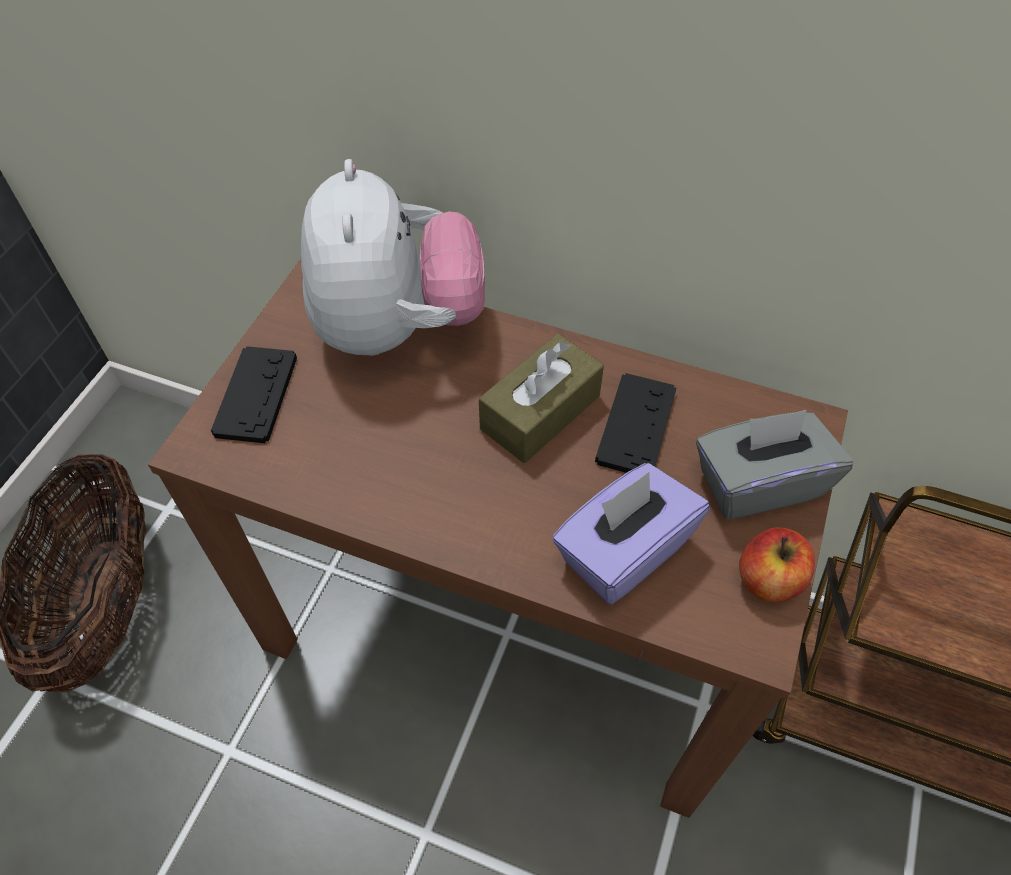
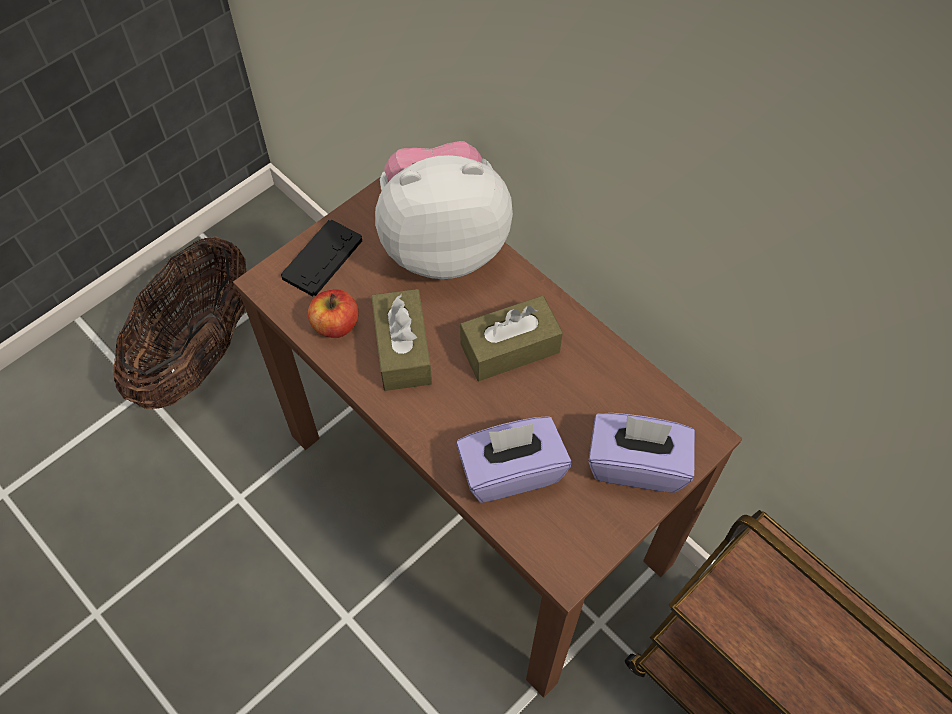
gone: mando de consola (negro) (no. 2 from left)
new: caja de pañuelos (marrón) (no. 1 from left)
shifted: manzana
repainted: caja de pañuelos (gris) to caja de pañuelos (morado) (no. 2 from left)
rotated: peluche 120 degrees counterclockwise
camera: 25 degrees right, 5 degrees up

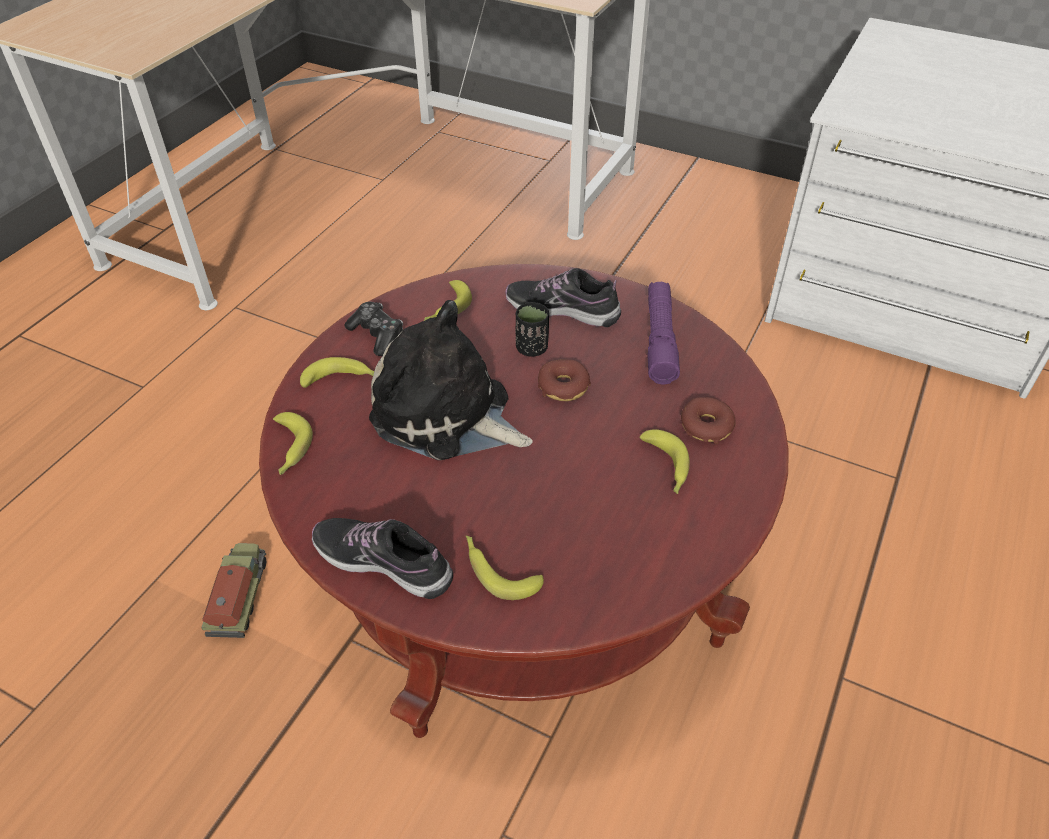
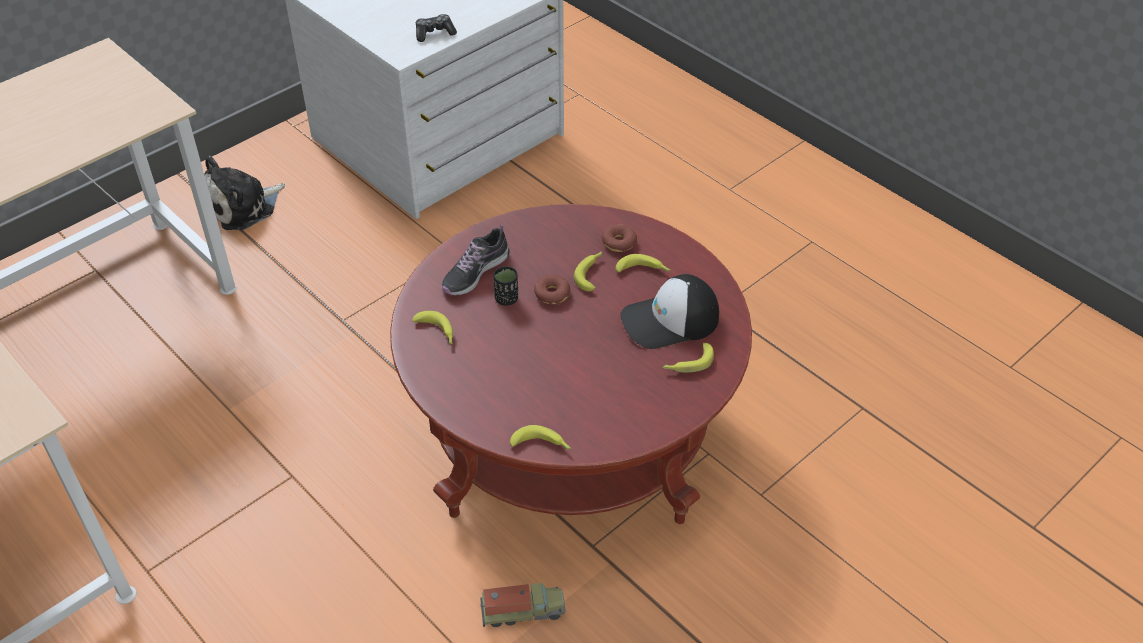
gone: zapato (no. 1 from left); linterna (morado)
new: gorra
shifted: plátano (no. 2 from left in the first image) to plátano (no. 3 from left); mando de consola; peluche
rotated: camión de juguete 150 degrees clockwise
camera: 70 degrees left, 0 degrees up

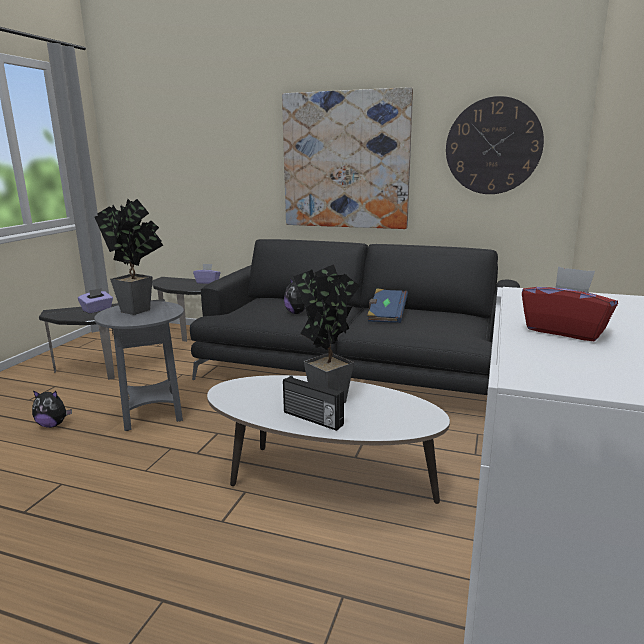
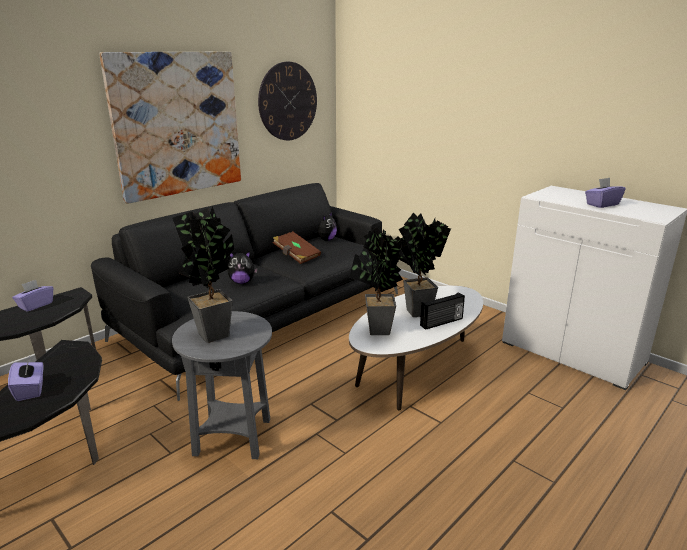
new: planta en maceta (no. 2 from left)
shifted: peluche (no. 1 from left in the first image) to peluche (no. 2 from left)
repainted: libro (azul) to libro (marrón); caja de pañuelos (rojo) to caja de pañuelos (morado) (no. 3 from left)
camera: 65 degrees left, 5 degrees up

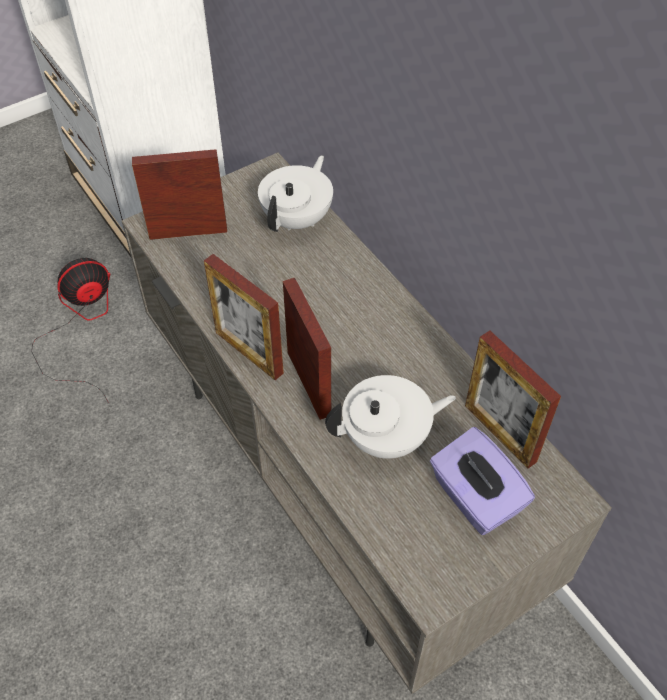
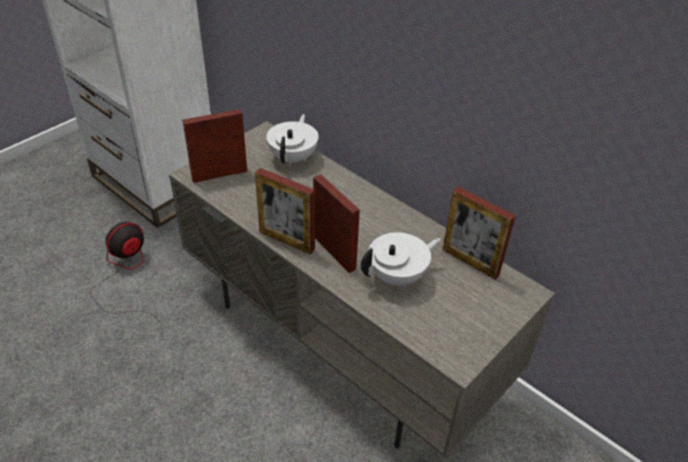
gone: caja de pañuelos (morado)
camera: 15 degrees left, 10 degrees down

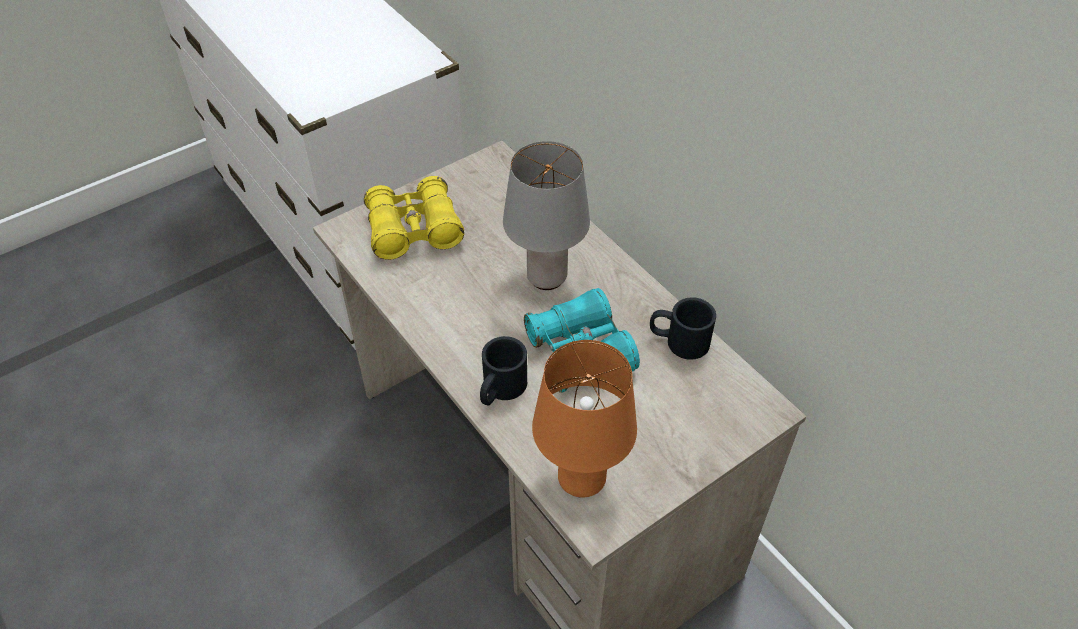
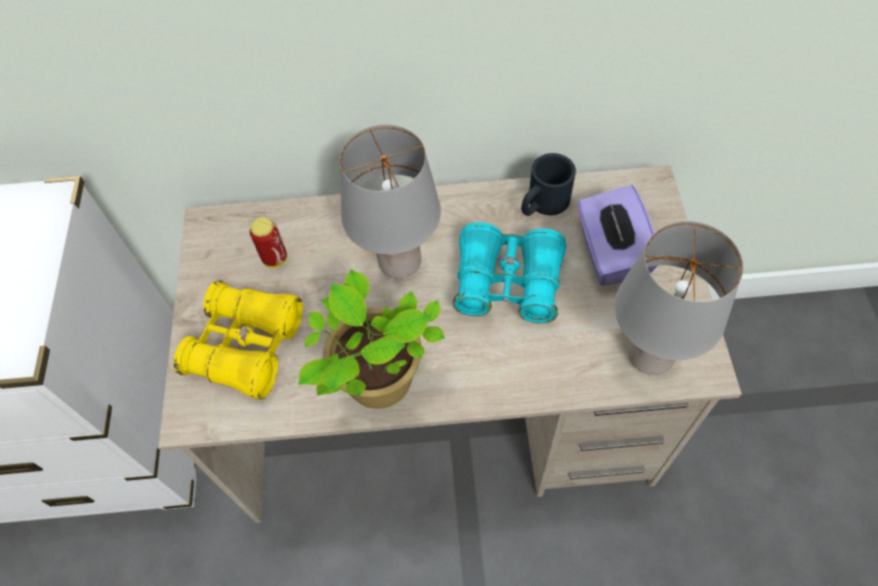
gone: taza grande (negro) (no. 1 from left)
new: lata; planta en maceta; caja de pañuelos (morado)
repainted: lámpara de mesa (naranja) to lámpara de mesa (gris) (no. 2 from left)
camera: 55 degrees left, 10 degrees up

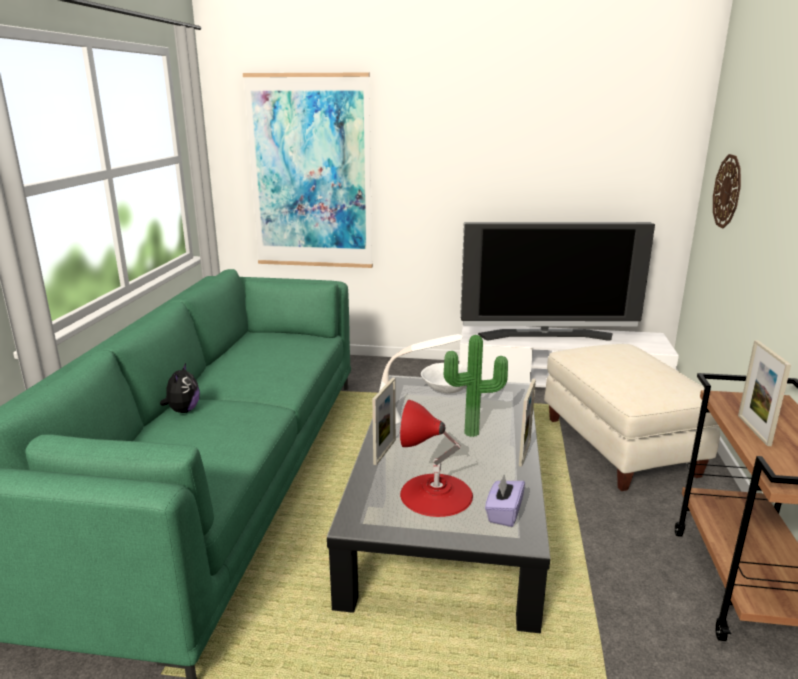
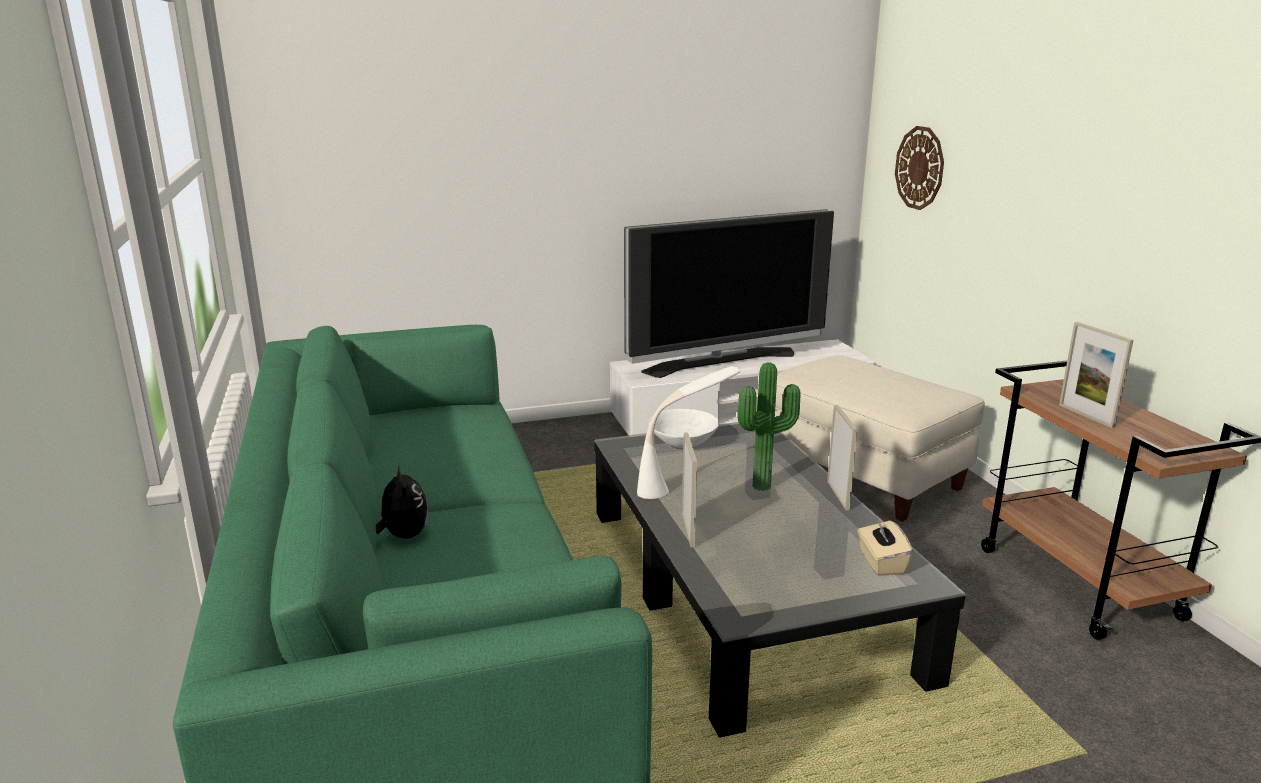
gone: cuadro; lámpara de mesa (rojo)
repainted: caja de pañuelos (morado) to caja de pañuelos (beis)
camera: 25 degrees left, 0 degrees up

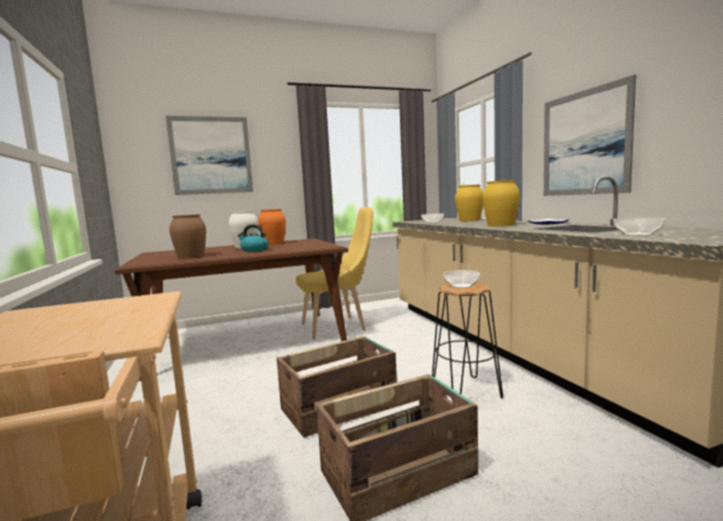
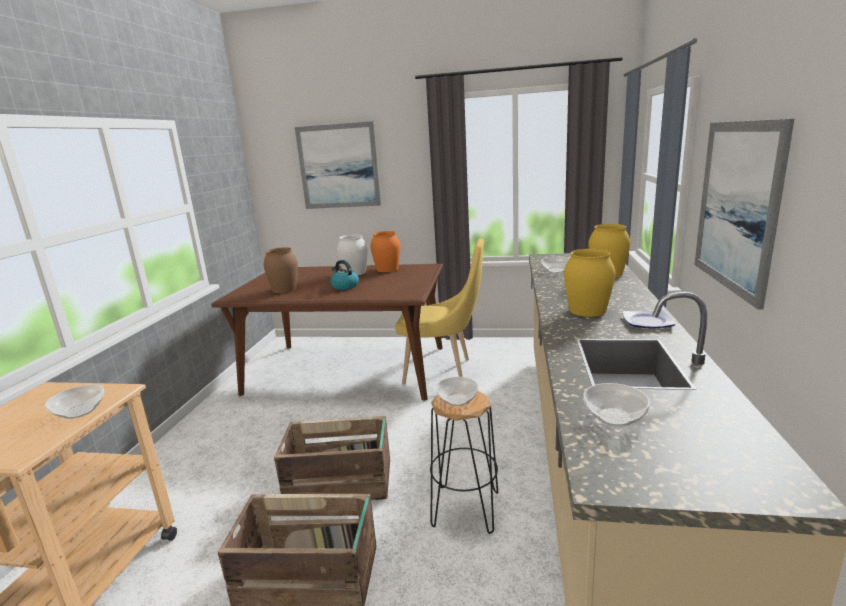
new: cuenco (no. 1 from left)
camera: 30 degrees right, 10 degrees up

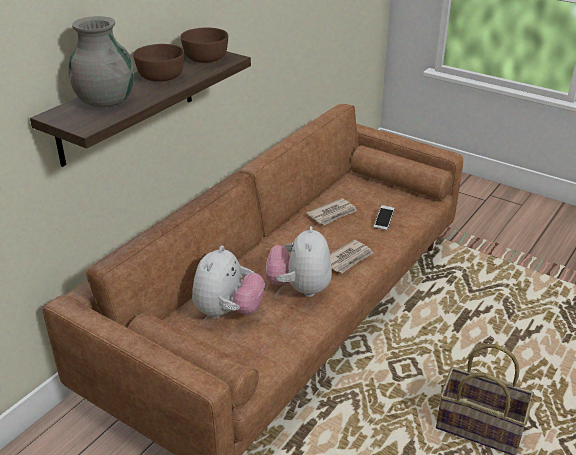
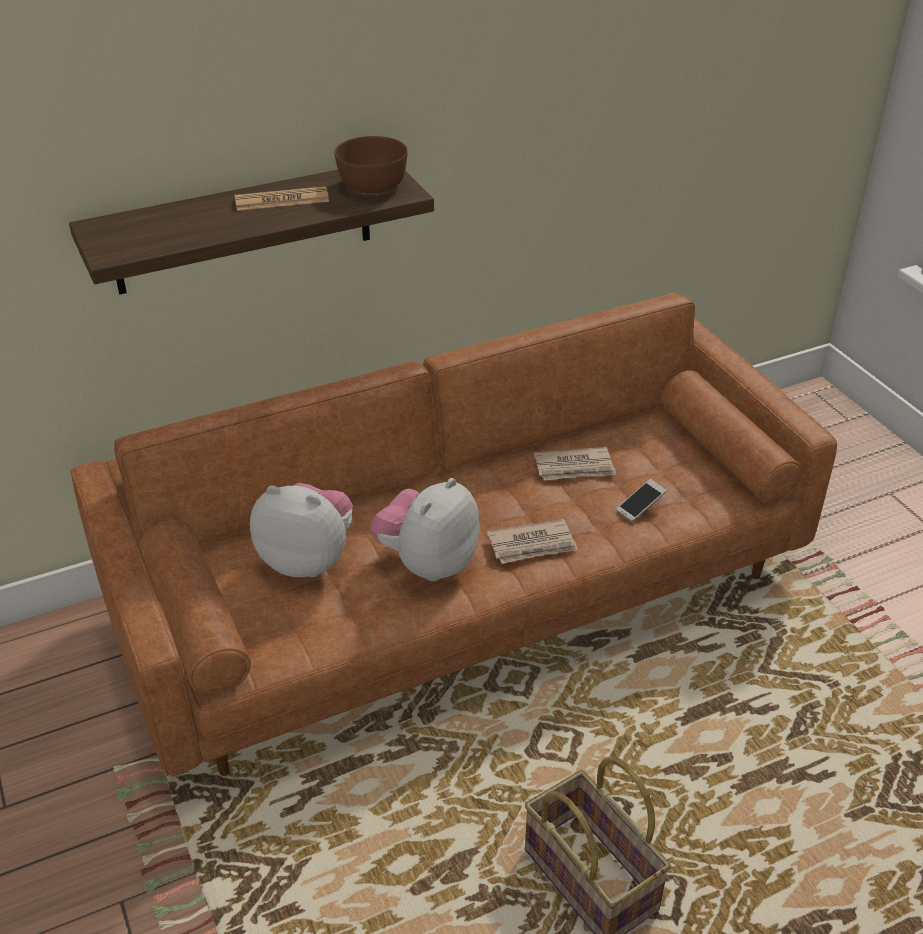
gone: florero (gris)
swapped: cuenco (marrón) (no. 1 from left) to periódico (no. 1 from left)
rotated: peluche (no. 1 from left) 120 degrees counterclockwise
camera: 30 degrees right, 5 degrees up

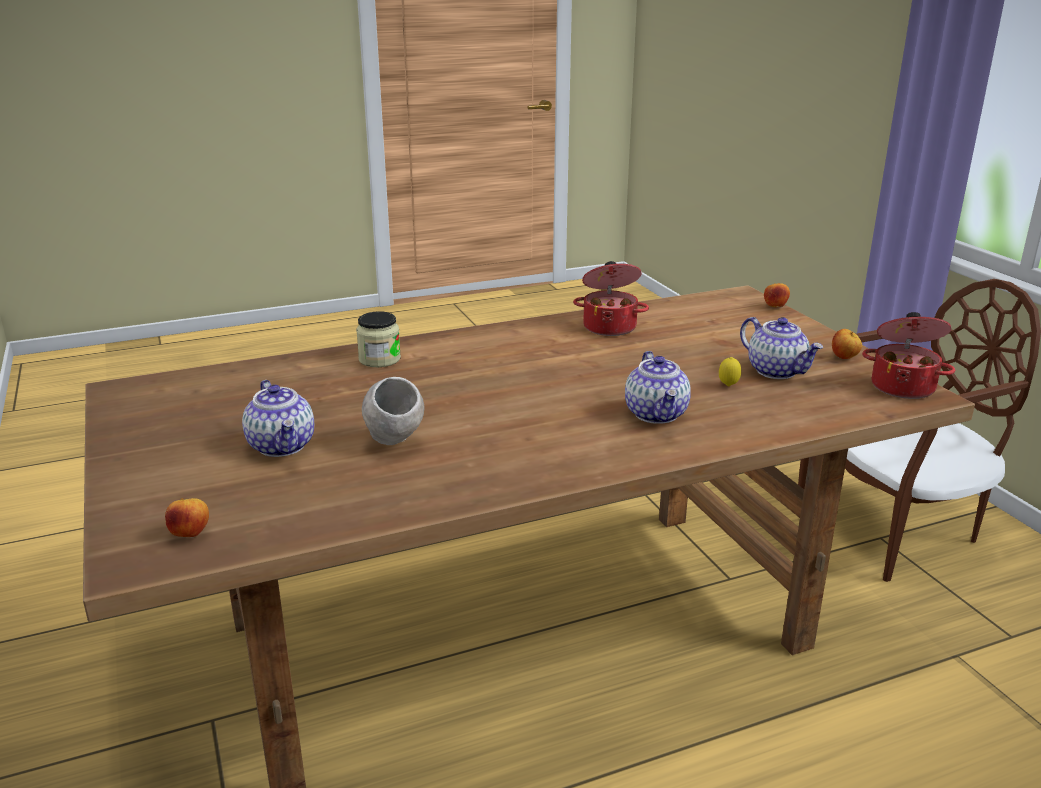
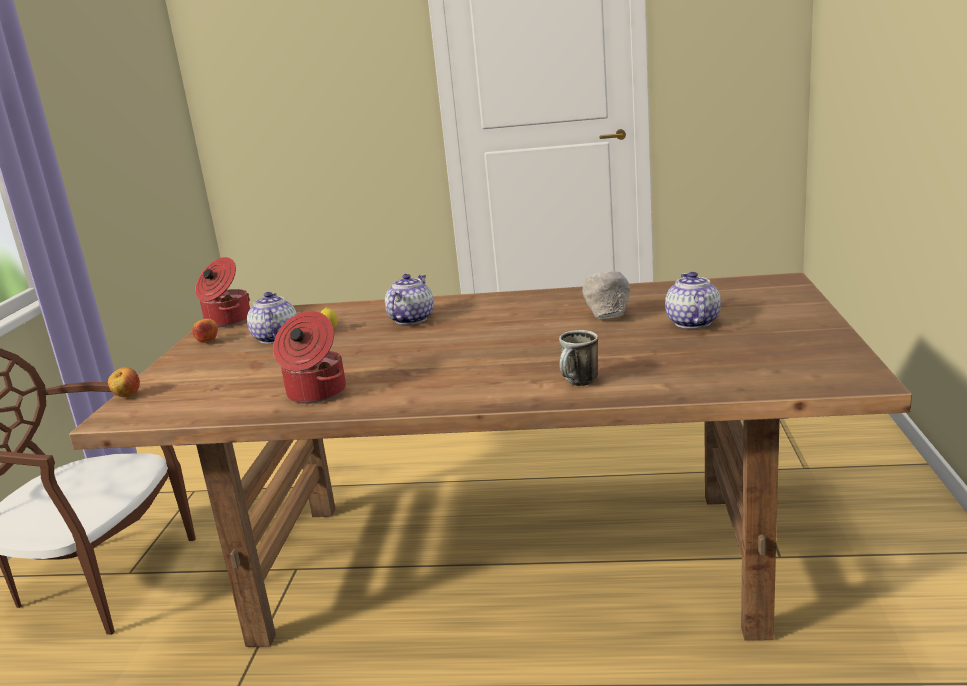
gone: manzana (no. 1 from left)
swapped: tarro to taza grande
camera: 150 degrees left, 5 degrees down

